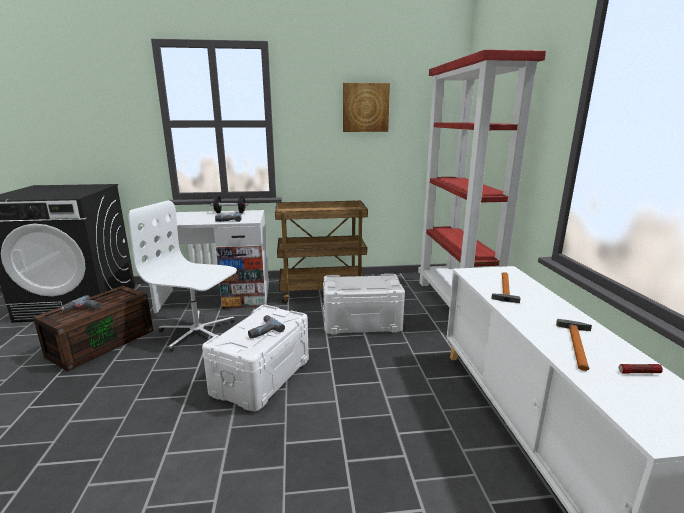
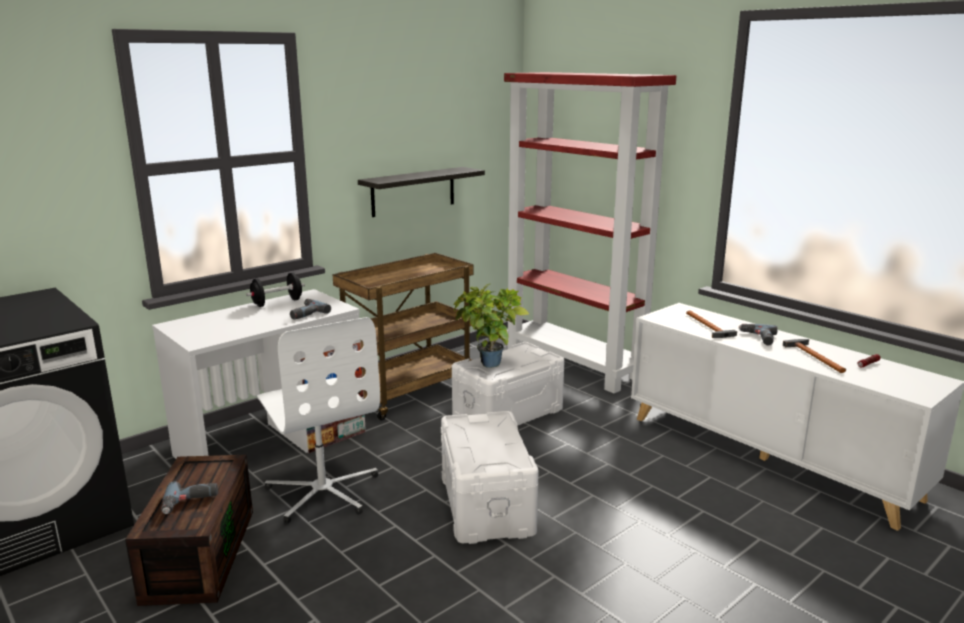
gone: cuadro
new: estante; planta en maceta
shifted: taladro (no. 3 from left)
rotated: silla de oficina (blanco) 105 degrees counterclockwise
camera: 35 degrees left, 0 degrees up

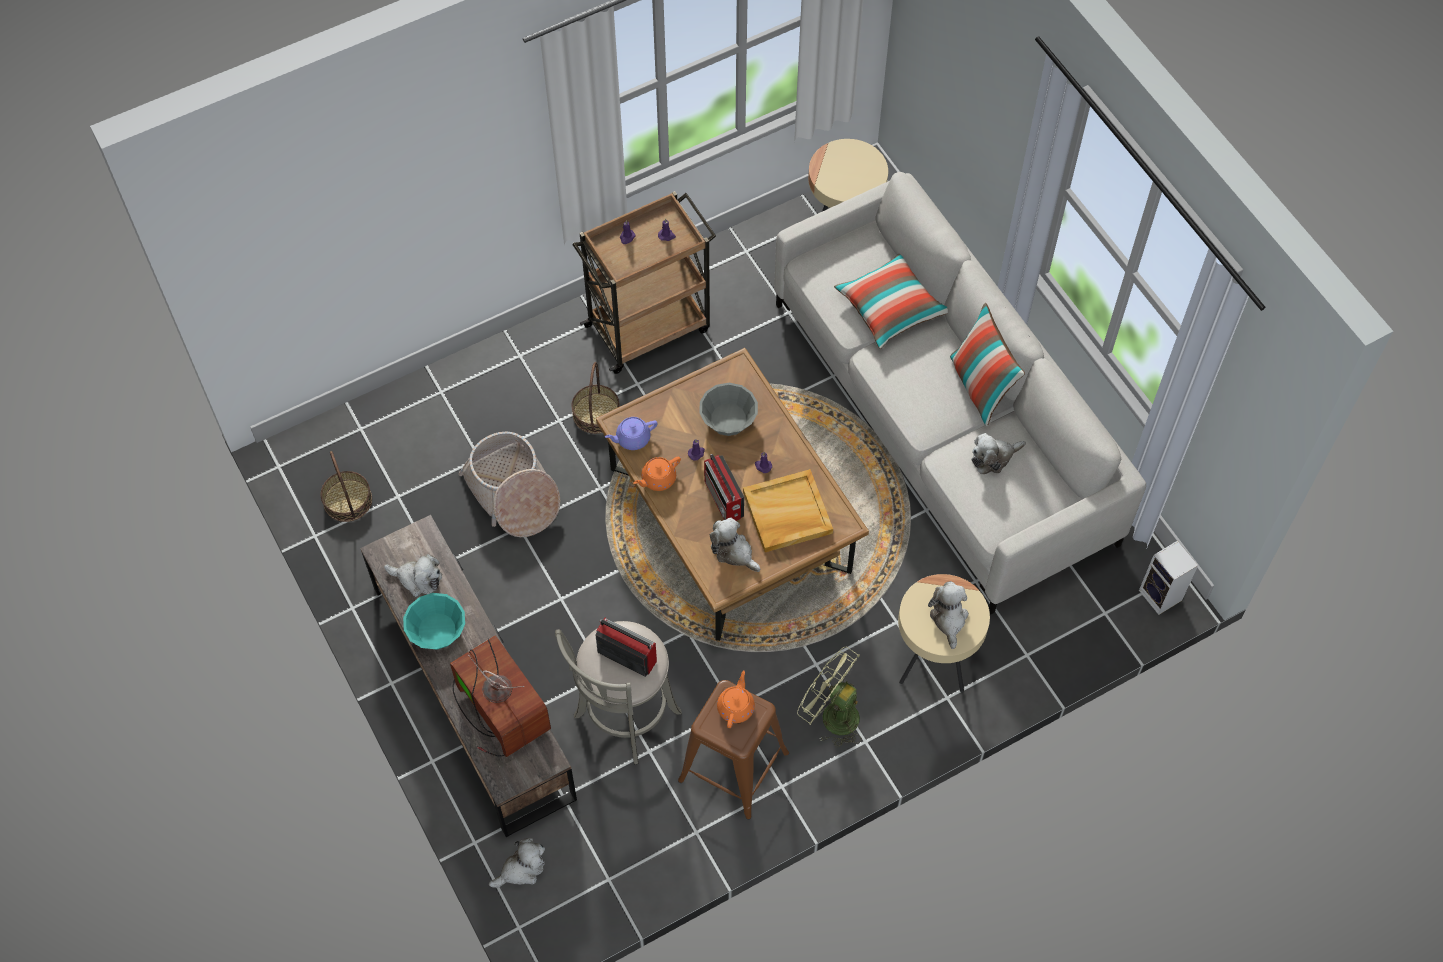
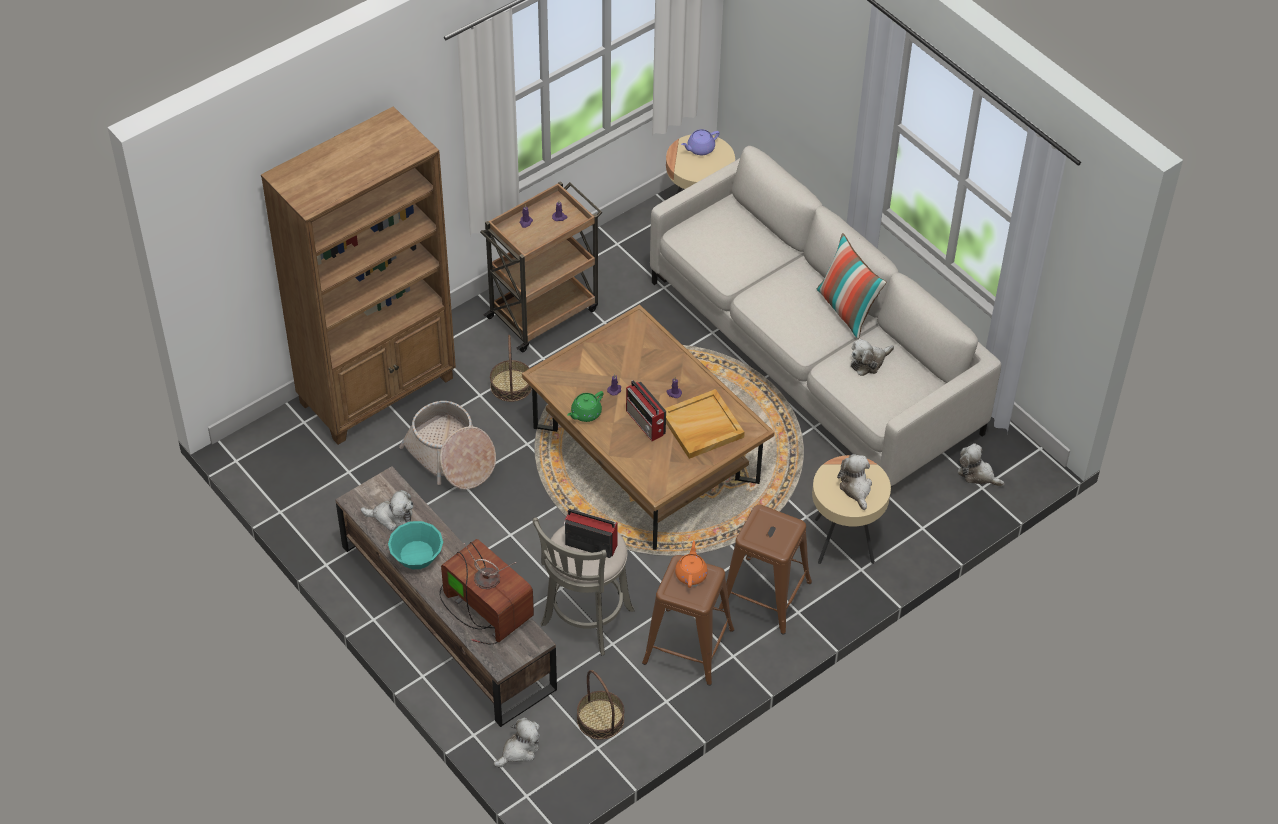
gone: cuenco (gris); cojín (no. 1 from left); altavoz
new: estantería (marrón)
shifted: cesta (no. 1 from left in the first image) to cesta (no. 3 from left); tetera (morado); peluche (no. 3 from left in the first image) to peluche (no. 5 from left)
swapped: ventilador (verde) to taburete (marrón) (no. 2 from left)
repainted: tetera (naranja) (no. 1 from left) to tetera (verde)
camera: 10 degrees left, 10 degrees down

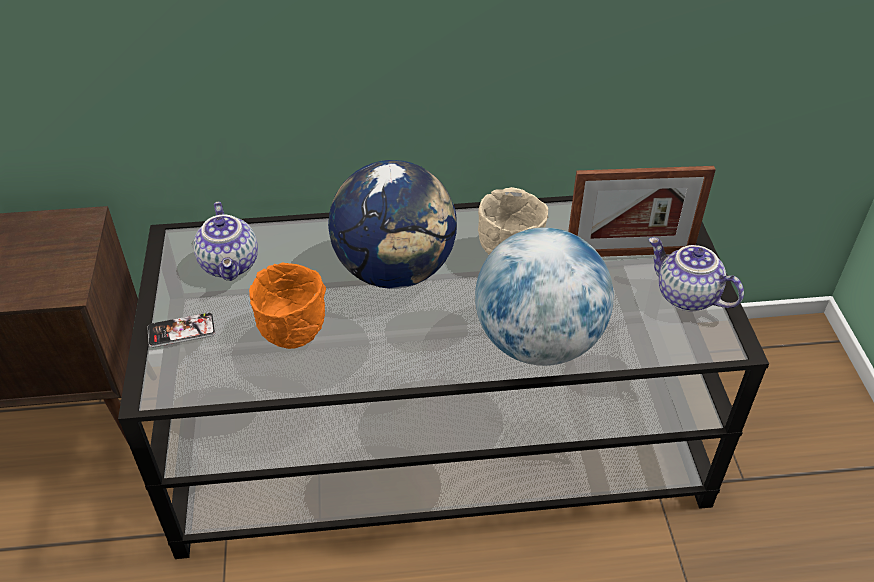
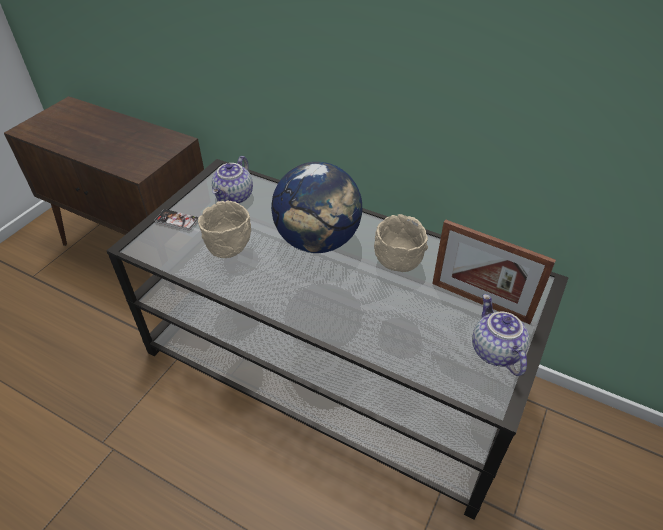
gone: globo terráqueo (no. 2 from left)
repainted: cuenco (naranja) to cuenco (beis) (no. 1 from left)
camera: 35 degrees right, 0 degrees up

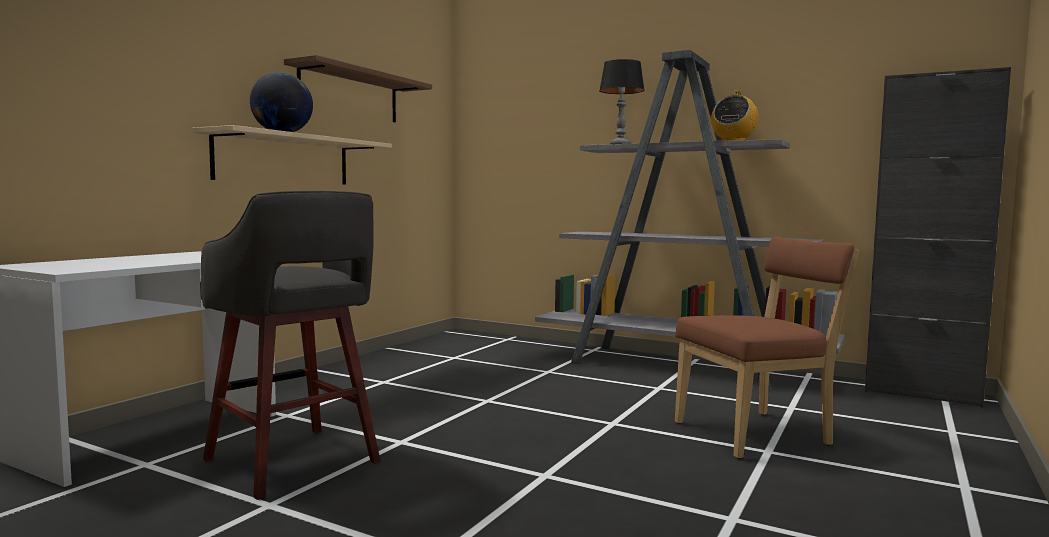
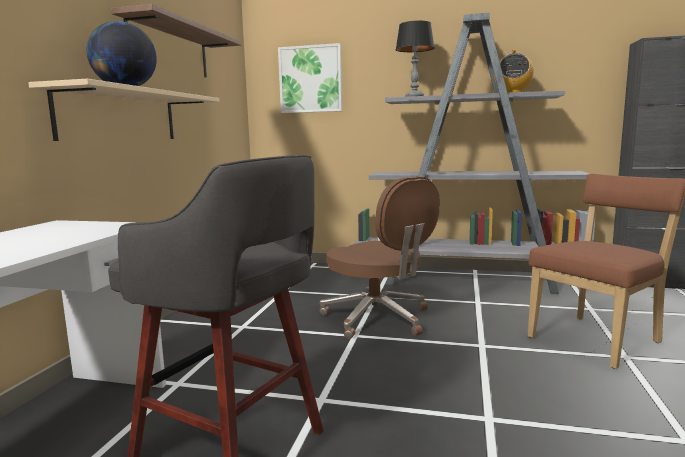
new: cuadro; silla de oficina (marrón)
camera: 15 degrees left, 5 degrees up

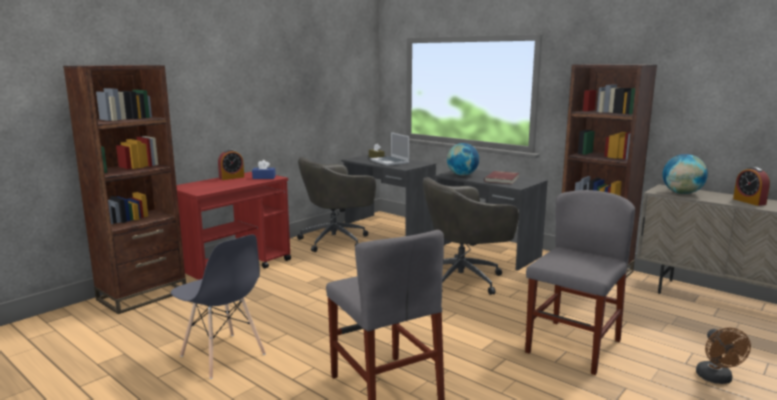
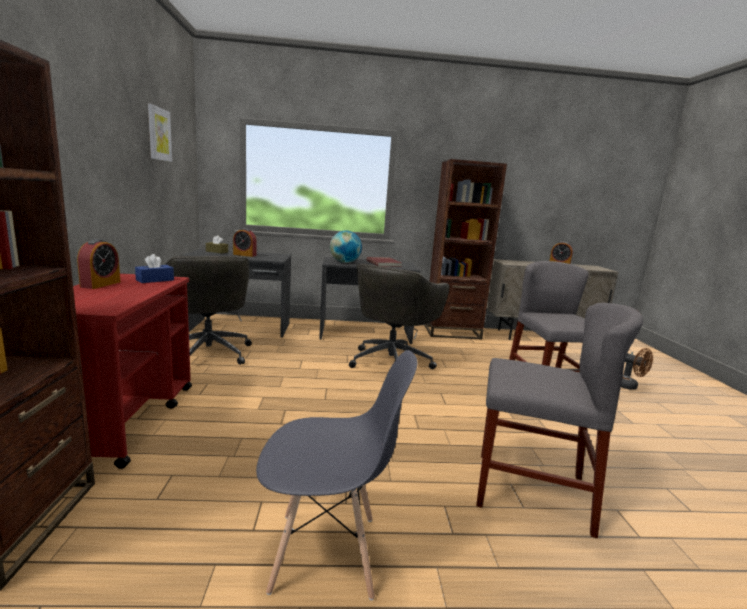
gone: globo terráqueo (no. 2 from left)
new: cuadro
swapped: portátil to despertador (no. 2 from left)
rotated: silla de oficina (gris) (no. 1 from left) 45 degrees counterclockwise
camera: 45 degrees left, 0 degrees up

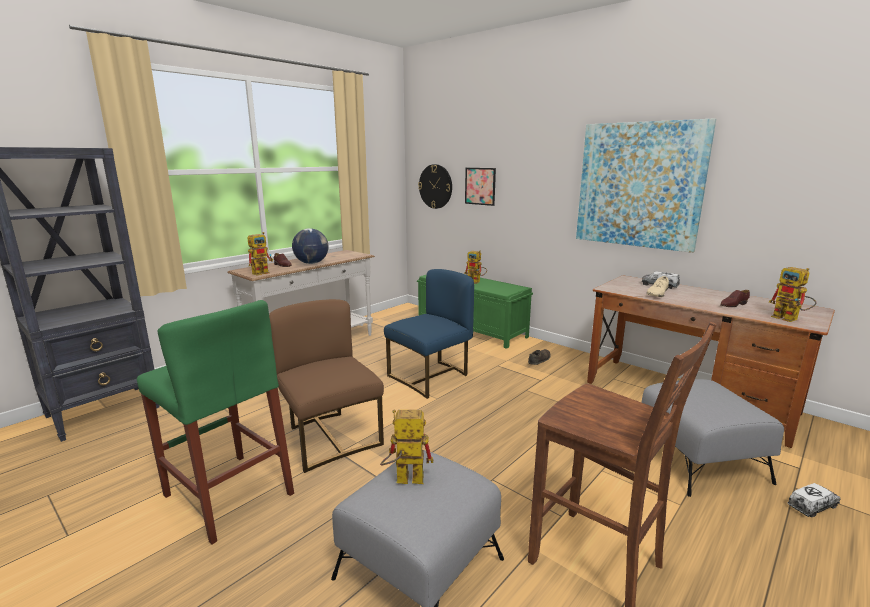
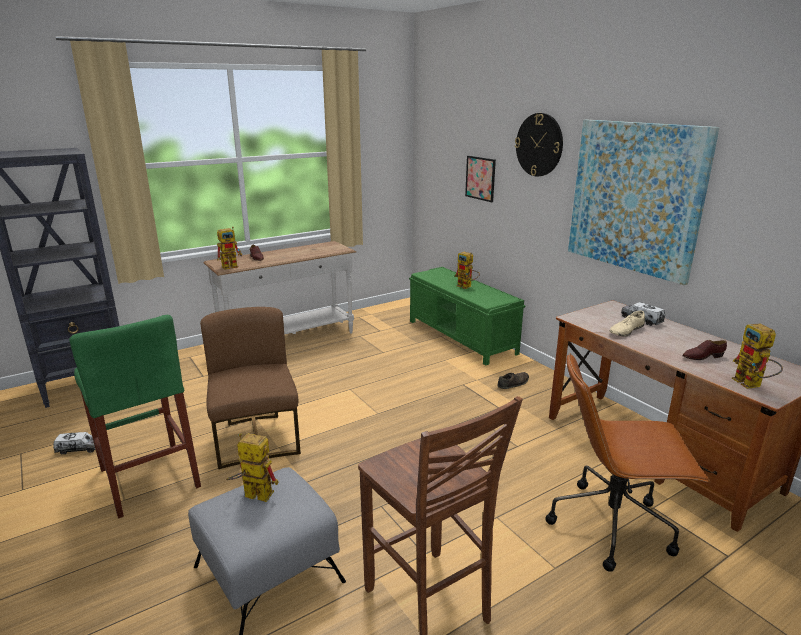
gone: globo terráqueo; silla (azul)
shifted: reloj de pared; camión de juguete (no. 2 from left in the first image) to camión de juguete (no. 1 from left)
swapped: puf (gris) (no. 2 from left) to silla de oficina (marrón)
camera: 15 degrees right, 5 degrees up

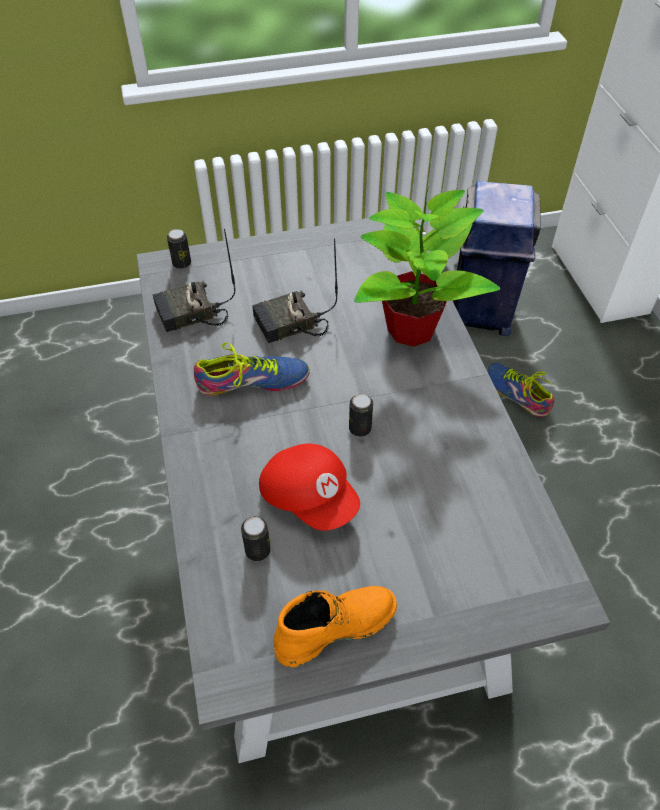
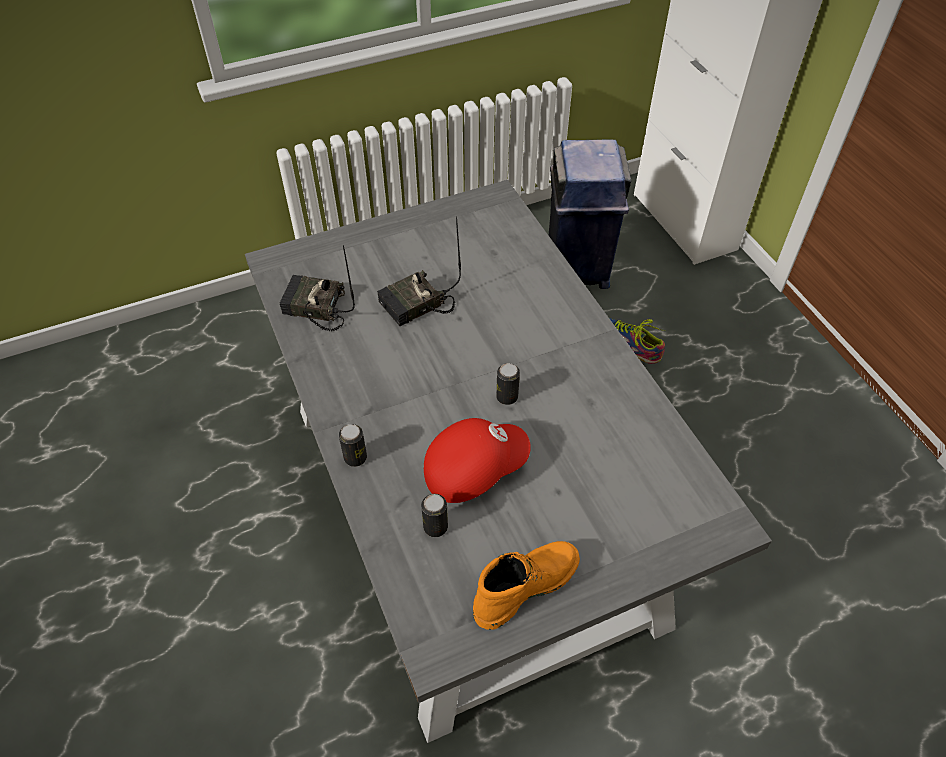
gone: zapato (no. 1 from left); planta en maceta
shifted: lata (no. 1 from left)
rotated: radio (no. 1 from left) 45 degrees clockwise; gorra (rojo) 60 degrees counterclockwise
camera: 10 degrees left, 0 degrees up

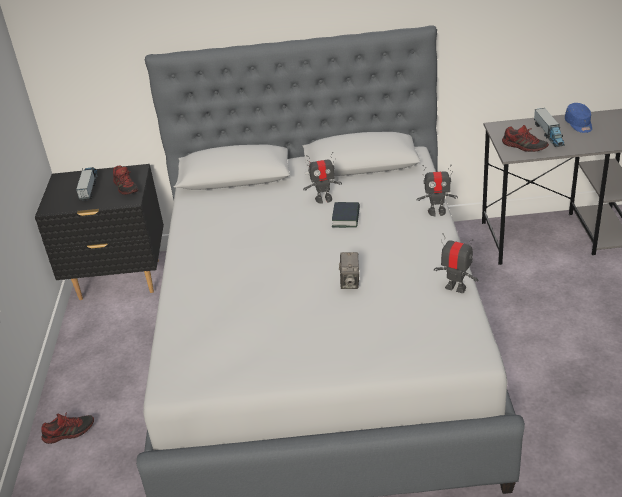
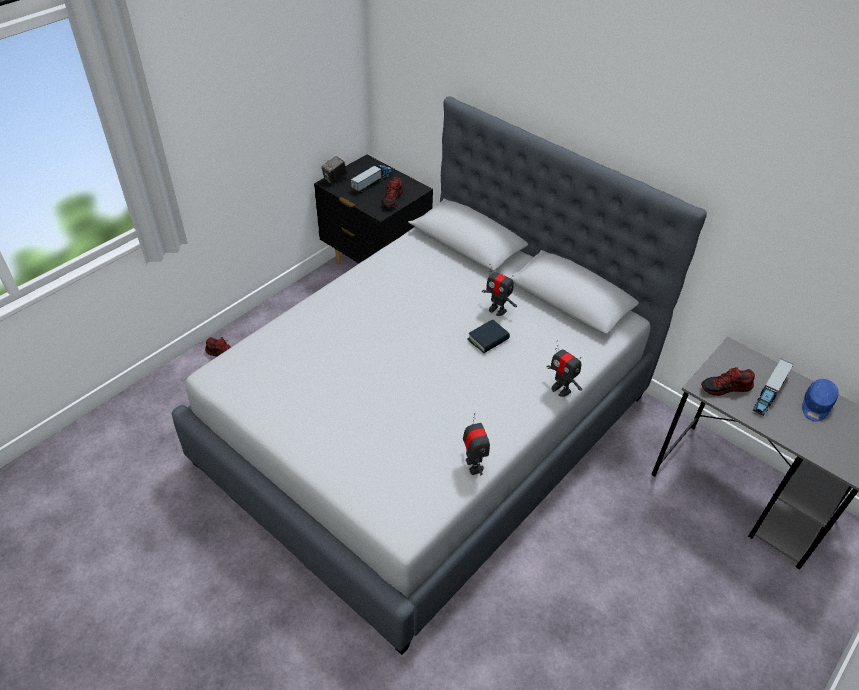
shifted: cámara
rotated: zapato (no. 3 from left) 90 degrees clockwise
camera: 40 degrees right, 10 degrees up

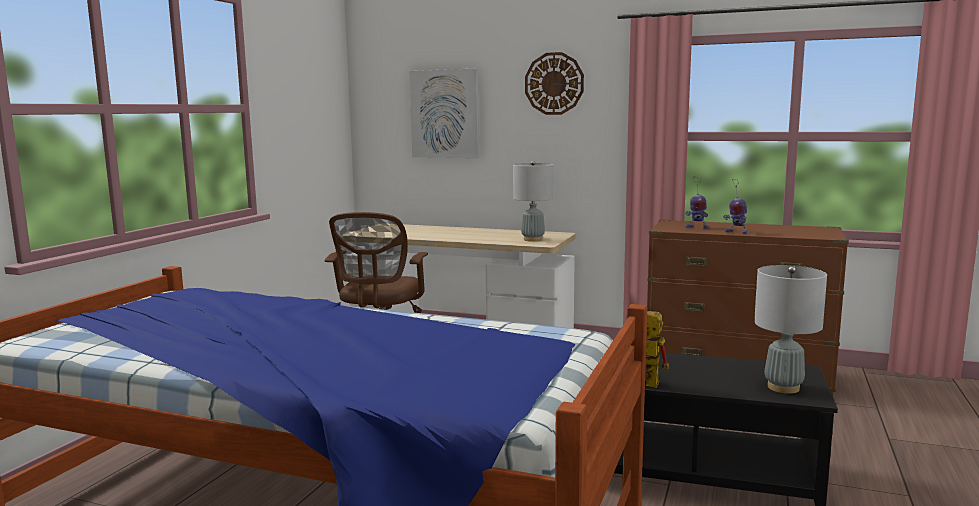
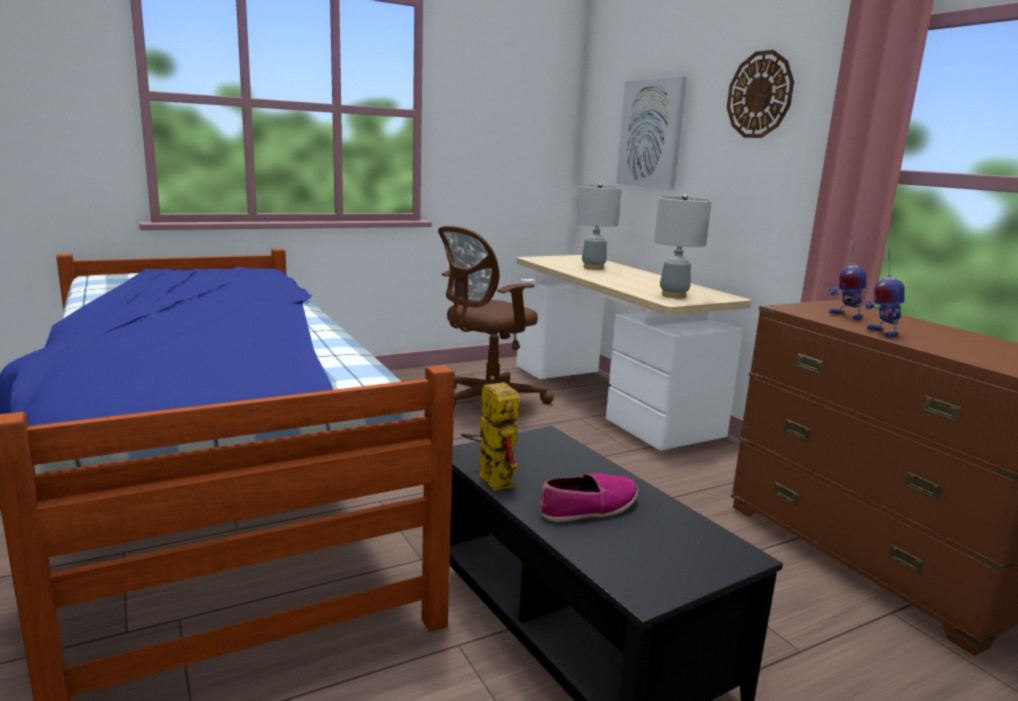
new: zapato
shifted: lámpara de mesa (gris) (no. 2 from left in the first image) to lámpara de mesa (gris) (no. 1 from left)
camera: 40 degrees right, 5 degrees up

